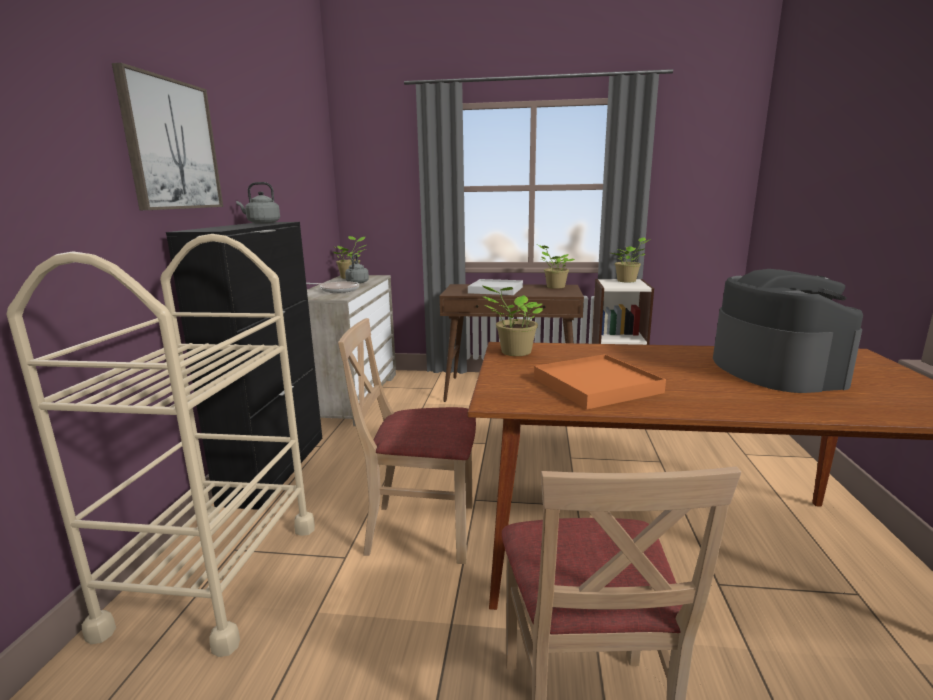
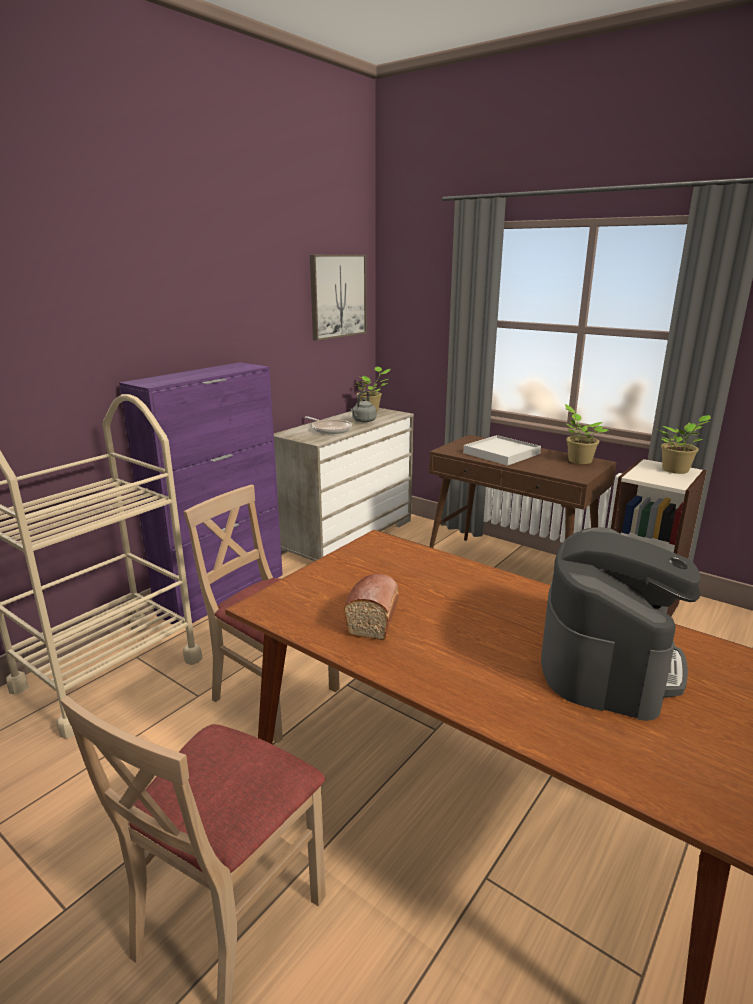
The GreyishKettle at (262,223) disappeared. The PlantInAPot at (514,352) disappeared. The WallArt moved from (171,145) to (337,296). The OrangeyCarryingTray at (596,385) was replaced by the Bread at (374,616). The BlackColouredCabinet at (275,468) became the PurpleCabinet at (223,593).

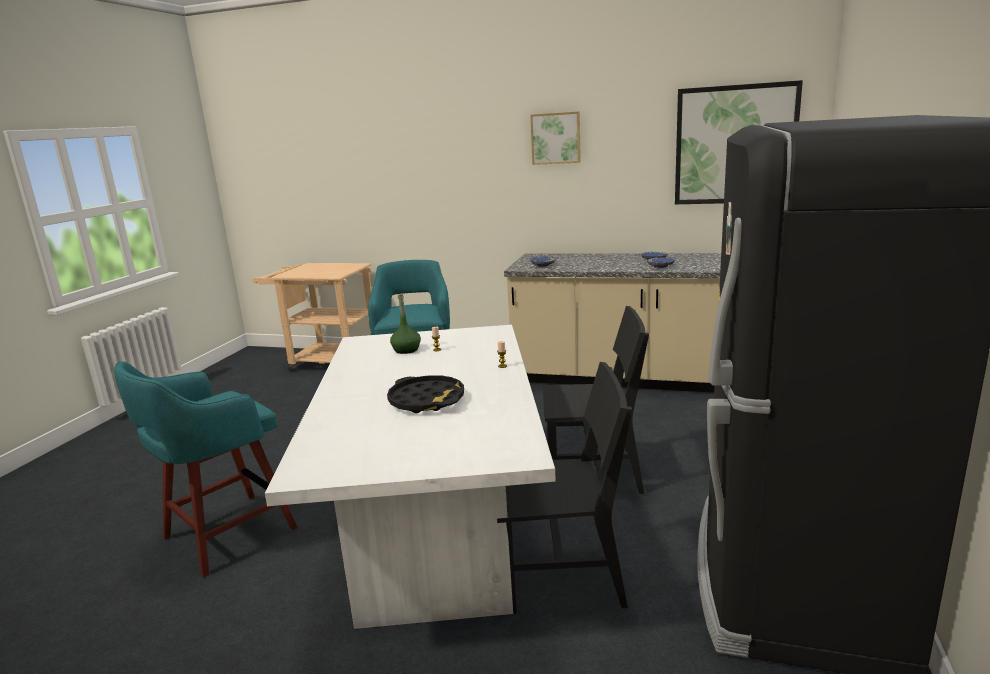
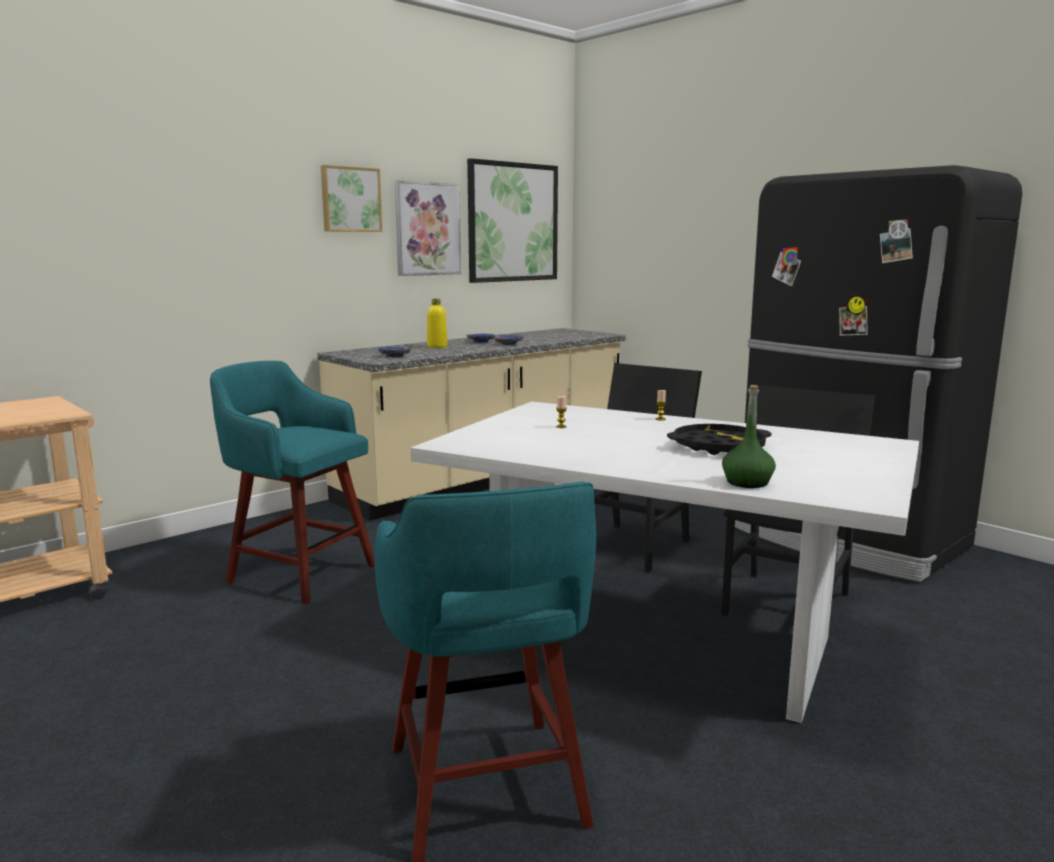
The WallArt at (427,229) appeared. The YellowColouredBeverageBottle at (437,346) appeared. The GreenBeverageBottle moved from (406,350) to (747,482).

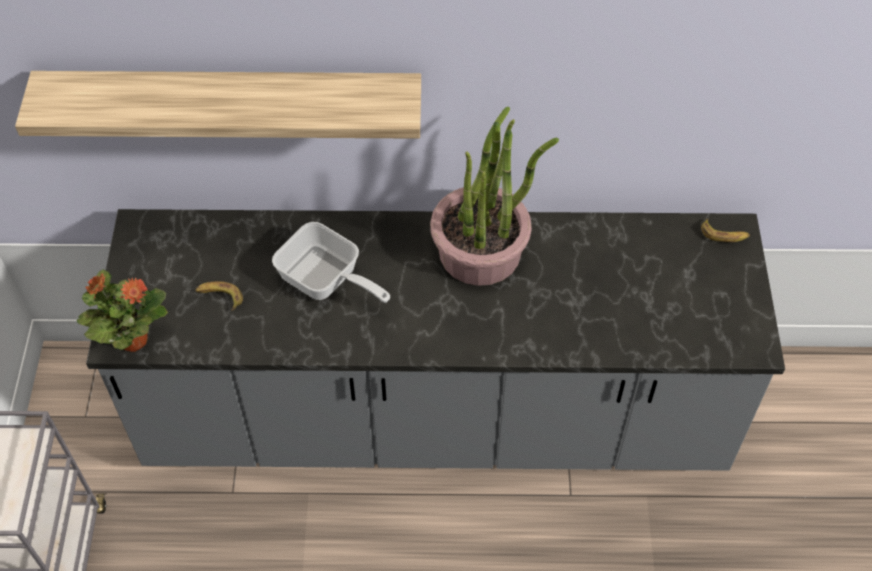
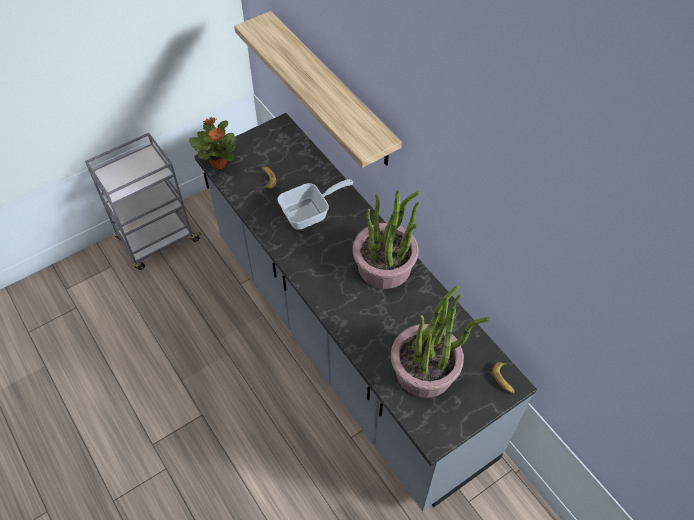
The PlantInAPot at (425,371) appeared. The FryingPan at (326,281) turned 120 degrees counterclockwise.

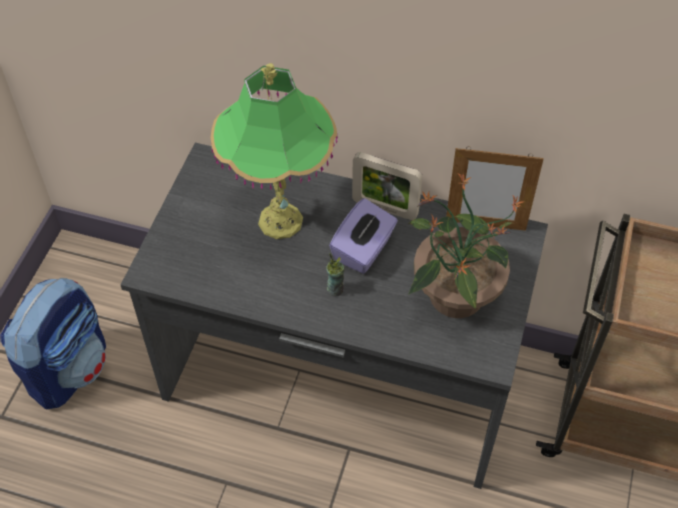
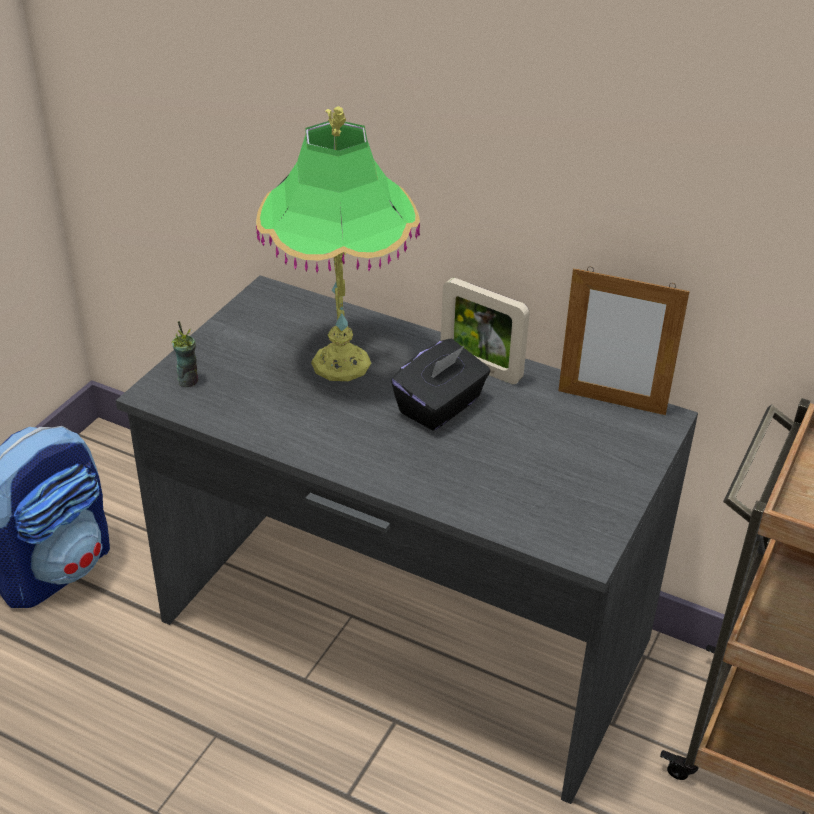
The PlantInAPot at (454,296) disappeared. The DrinkingCup moved from (335,289) to (188,380). The PurpleTissueBox at (363,250) became the BlackColouredTissueBox at (440,407).

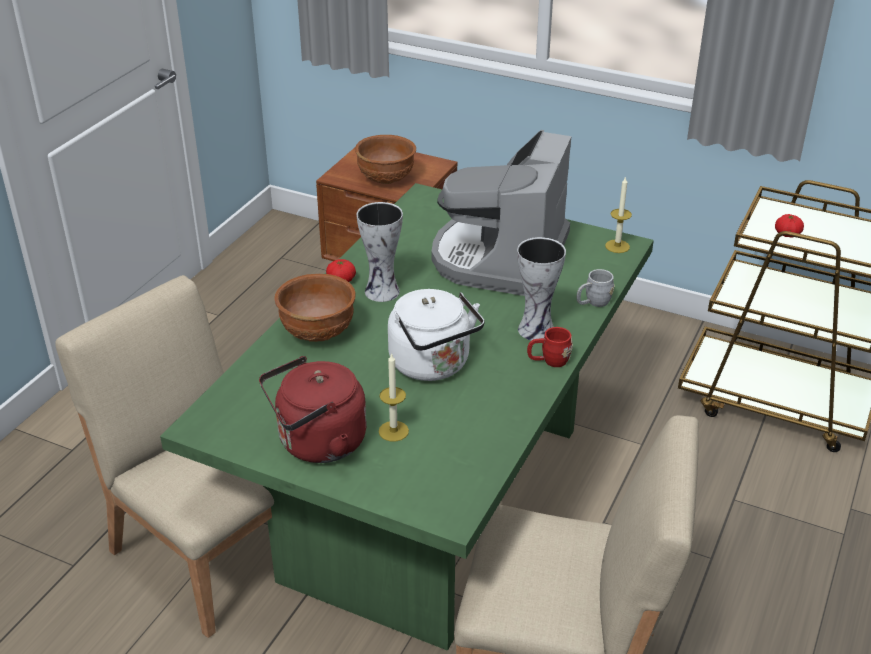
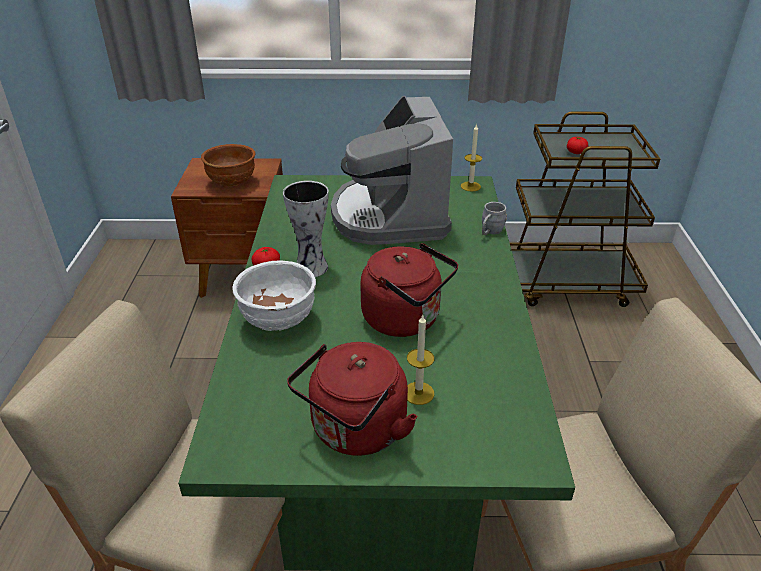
The Vase at (538,329) disappeared. The RedCoffeeMug at (549,361) disappeared. The BrownDeepDish at (319,333) became the WhitishDeepDish at (279,320). The WhitishKettle at (433,365) became the RedKettle at (406,319).

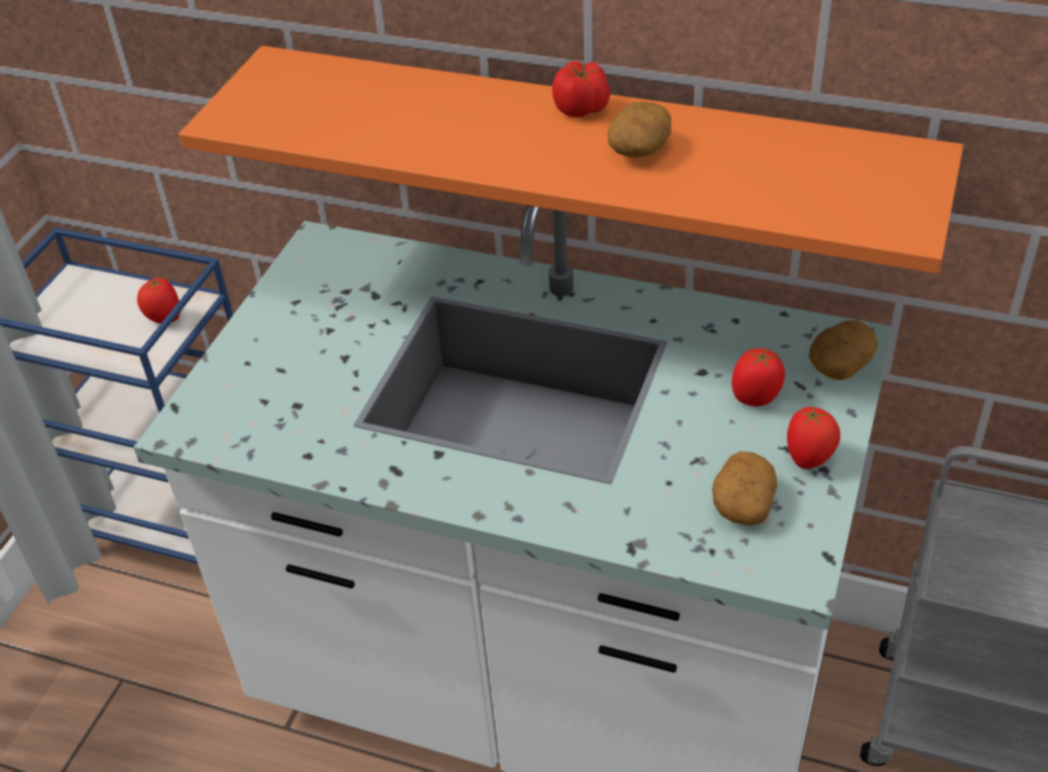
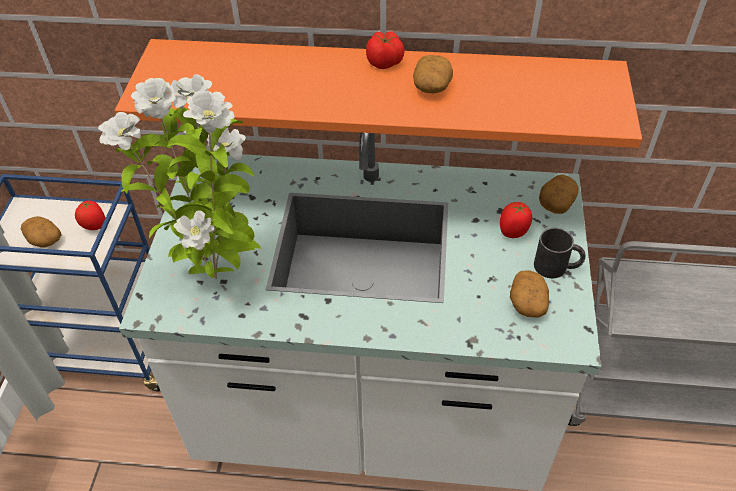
The Spud at (44,239) appeared. The PlantInAPot at (217,275) appeared. The Tomato at (809,458) was replaced by the BlackColouredCoffeeMug at (557,267).

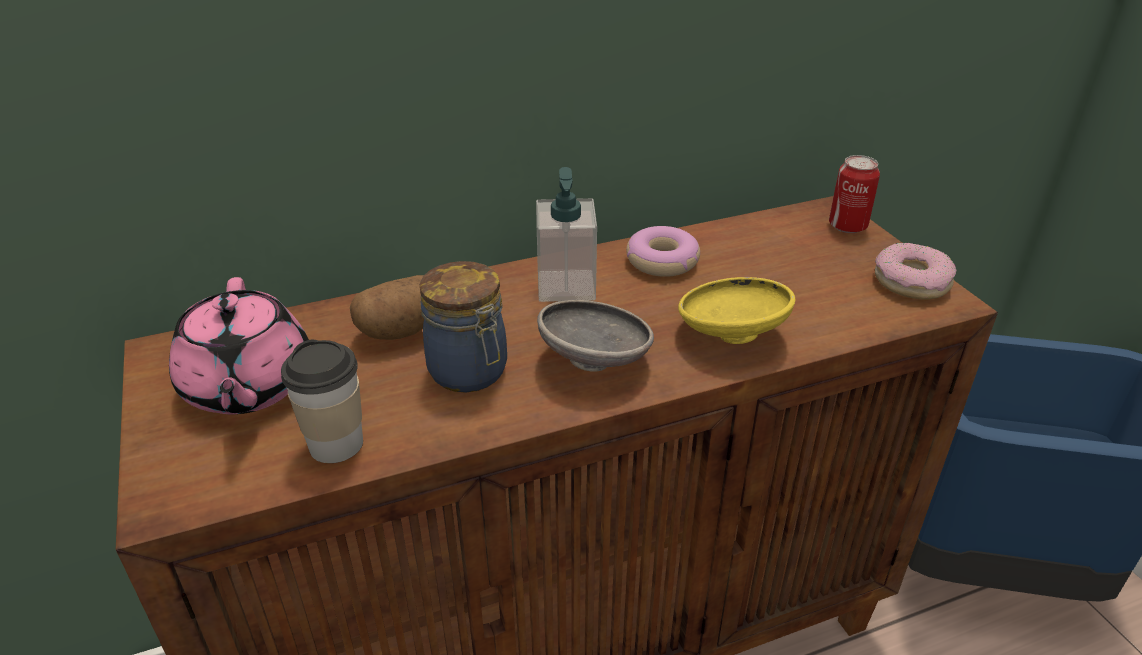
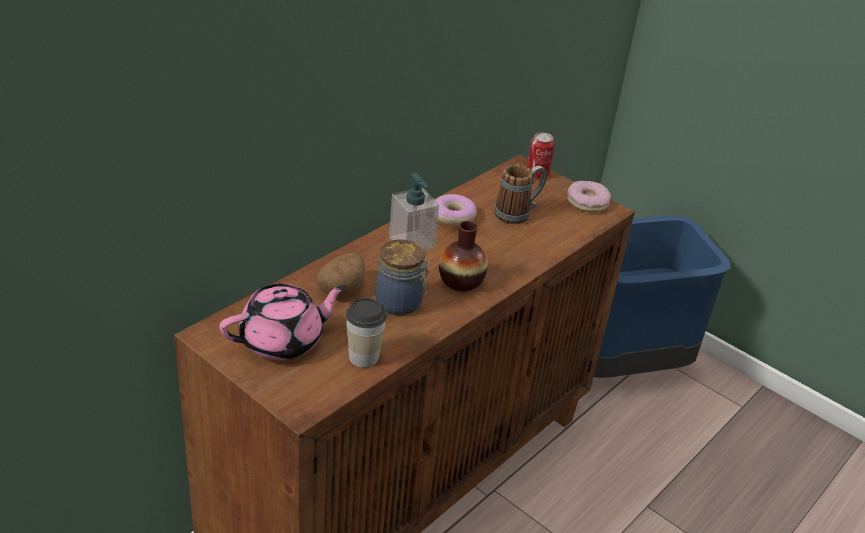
The YellowColouredDeepDish at (730,333) disappeared. The CoffeeMug at (518,213) appeared. The GreyishDeepDish at (596,360) was replaced by the Vase at (461,281). The PinkPotForTea at (248,386) turned 75 degrees counterclockwise.

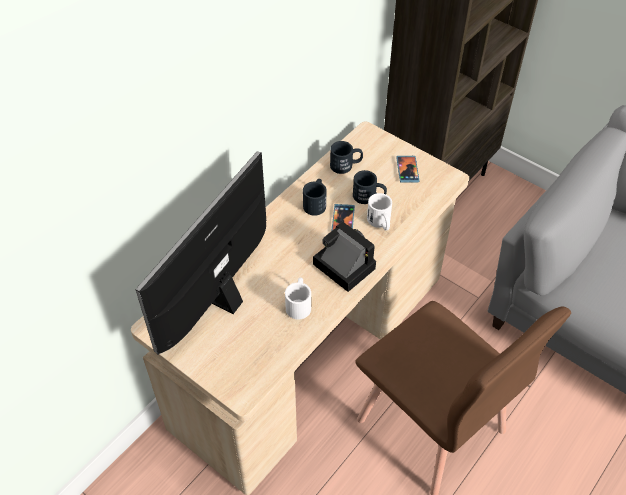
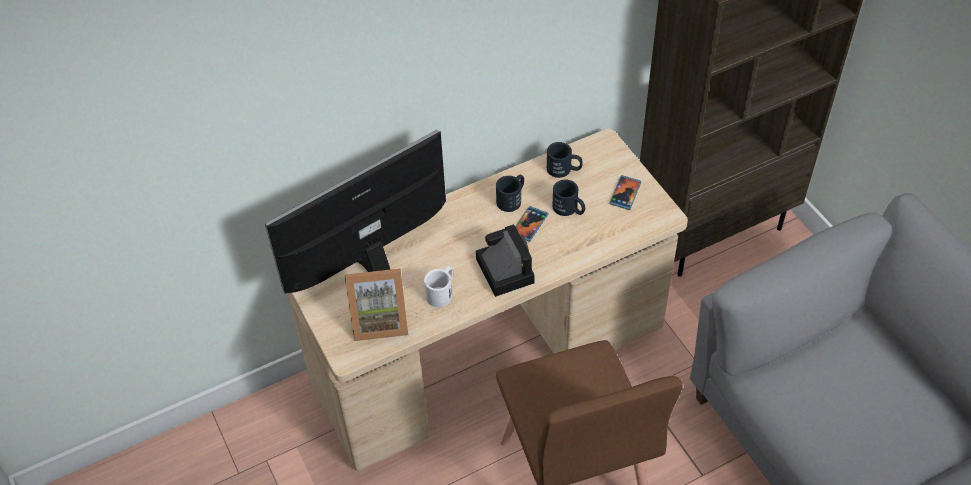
The WhitishCoffeeMug at (380,222) disappeared. The PictureFrame at (379,320) appeared.

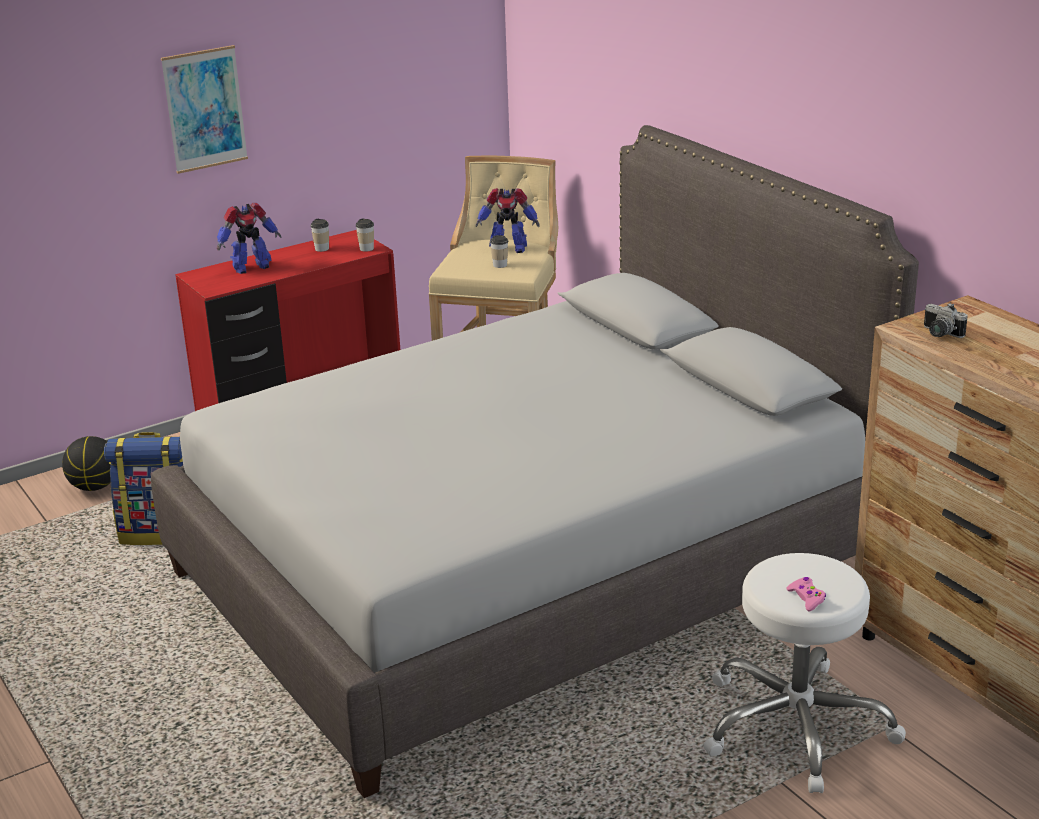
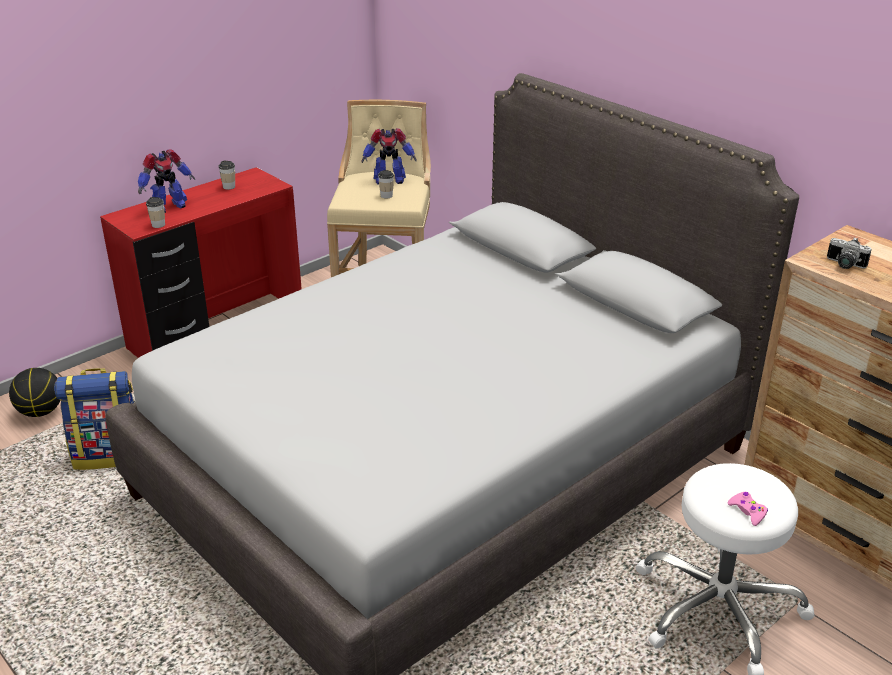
The WallArt at (205,109) disappeared. The DrinkingCup moved from (366,249) to (158,225).

